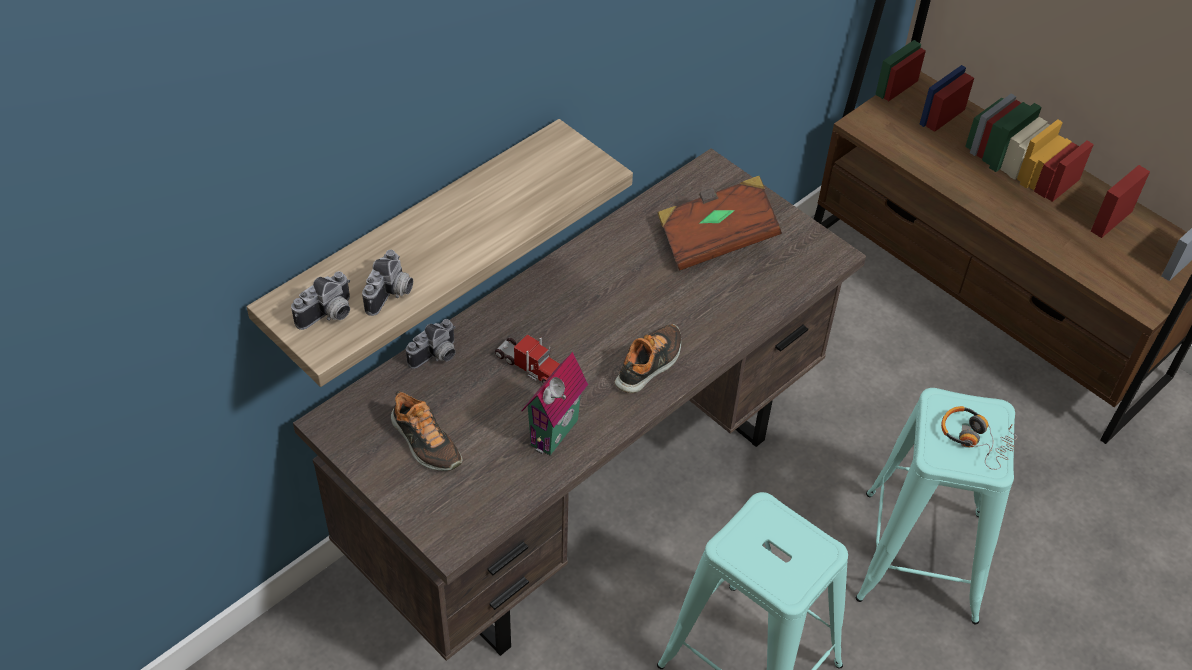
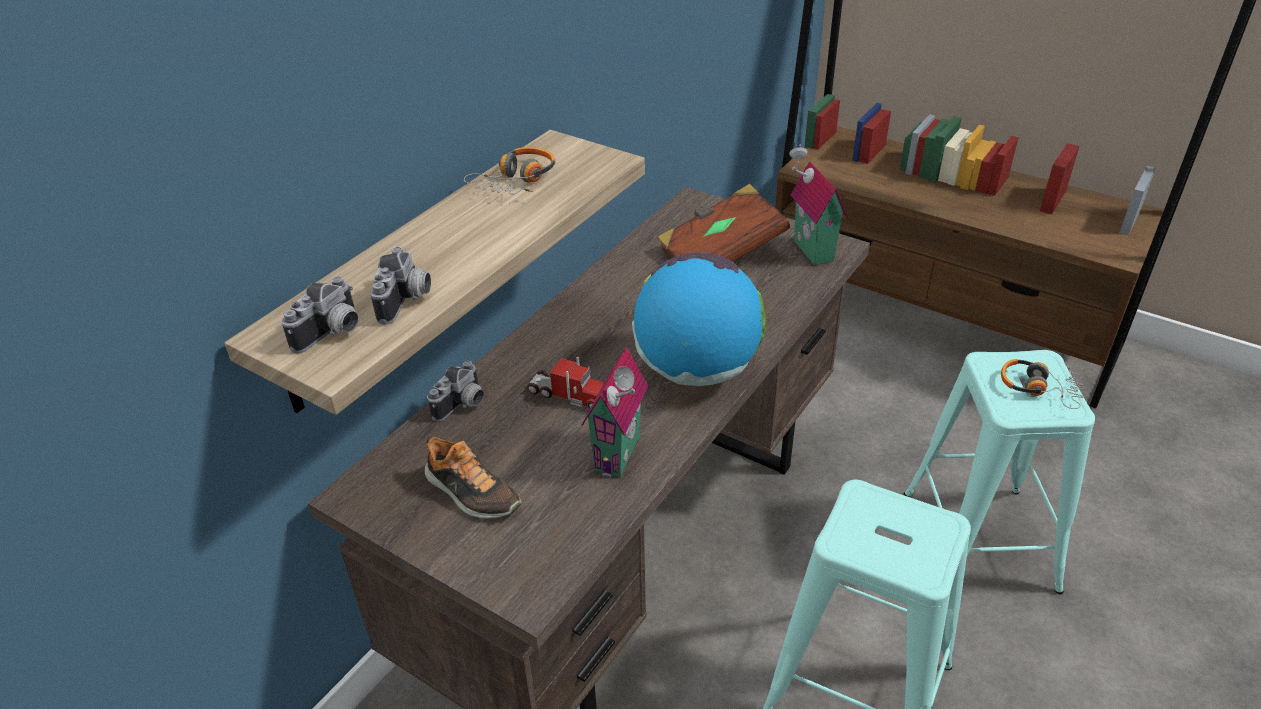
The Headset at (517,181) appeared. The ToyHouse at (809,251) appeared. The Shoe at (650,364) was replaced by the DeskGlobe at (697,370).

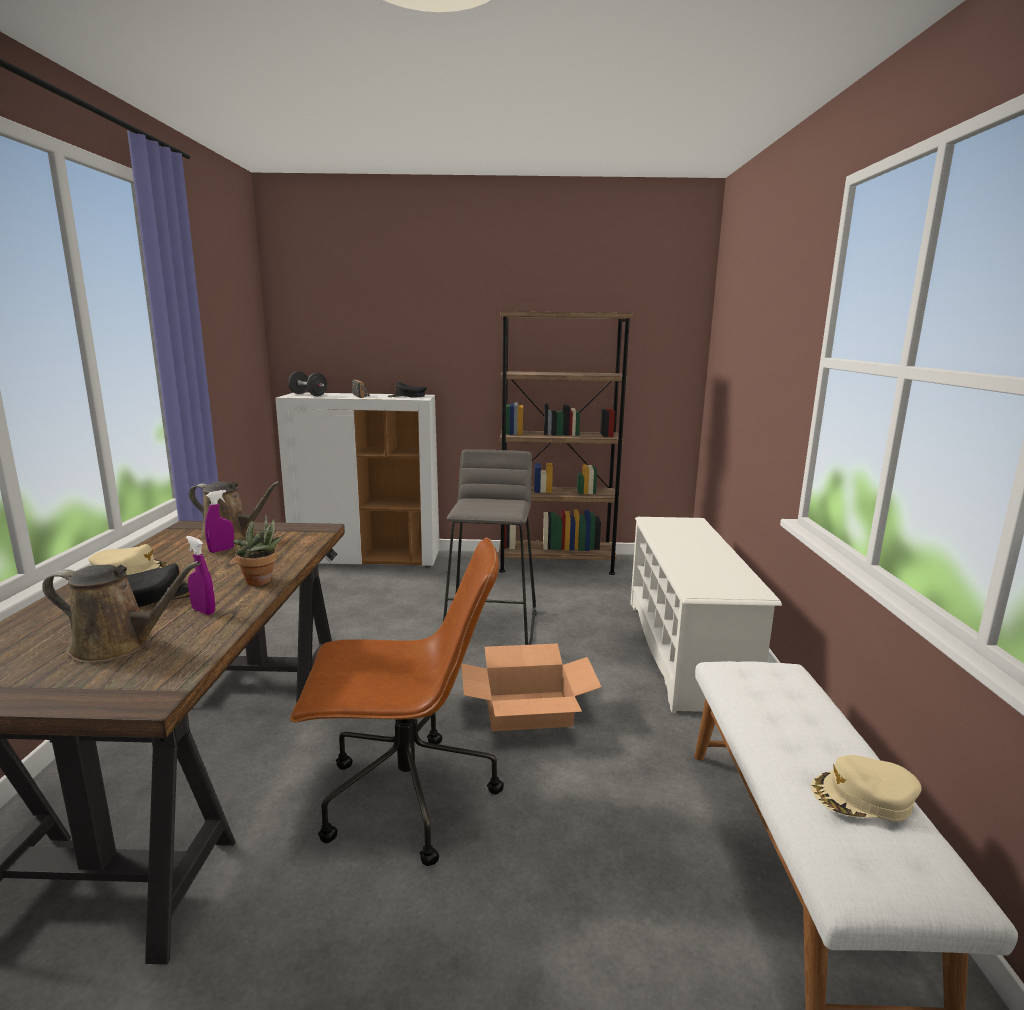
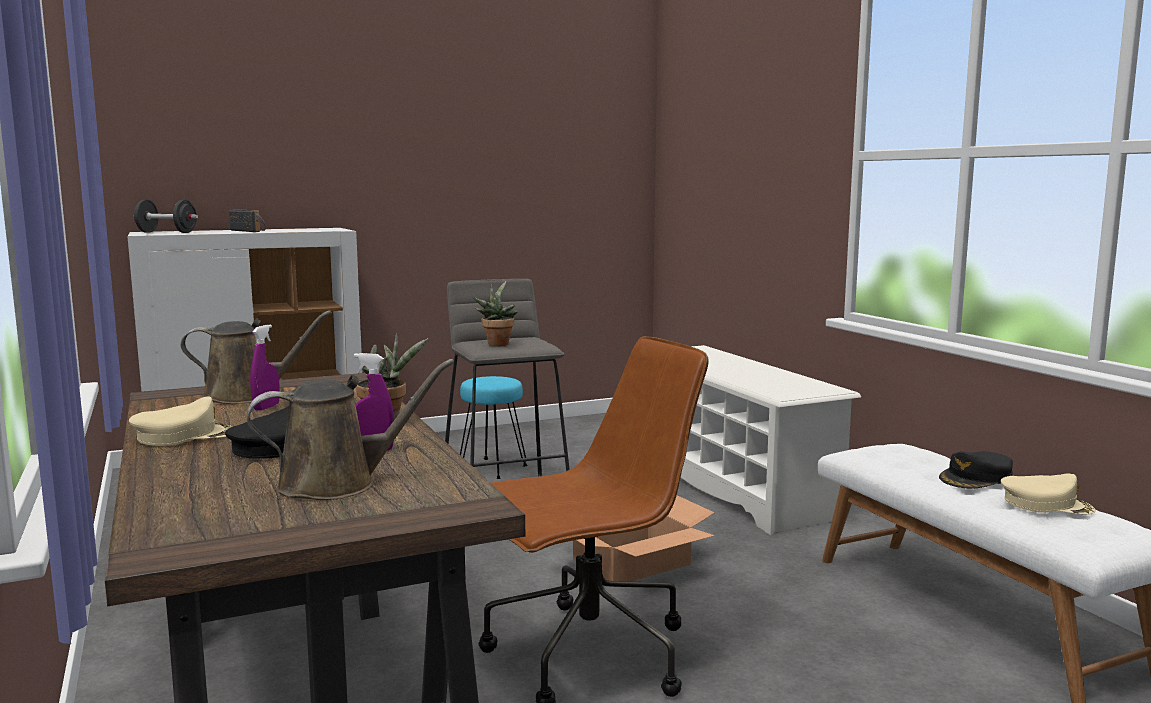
The BrownBookshelf at (556,564) disappeared. The TurquoiseSittingStool at (493,468) appeared. The PlantInAPot at (497,344) appeared. The BlackColouredPeakedCap moved from (407,396) to (976,478). The BeigeColouredPeakedCap at (863,797) turned 135 degrees counterclockwise.

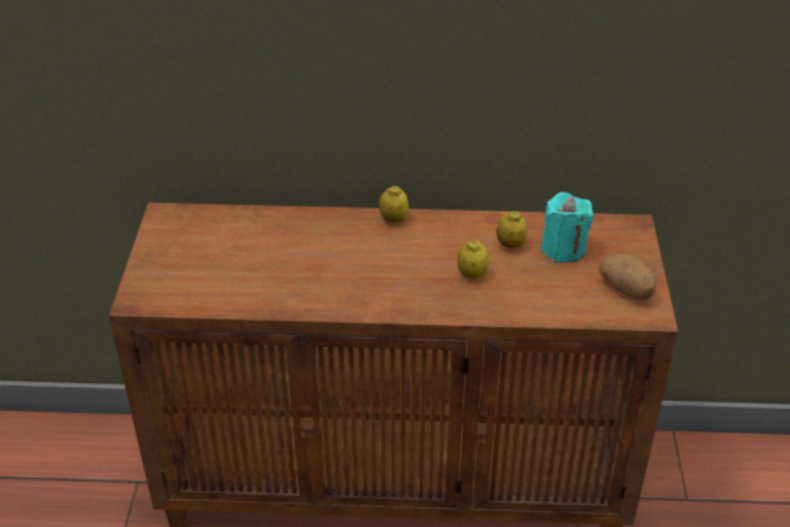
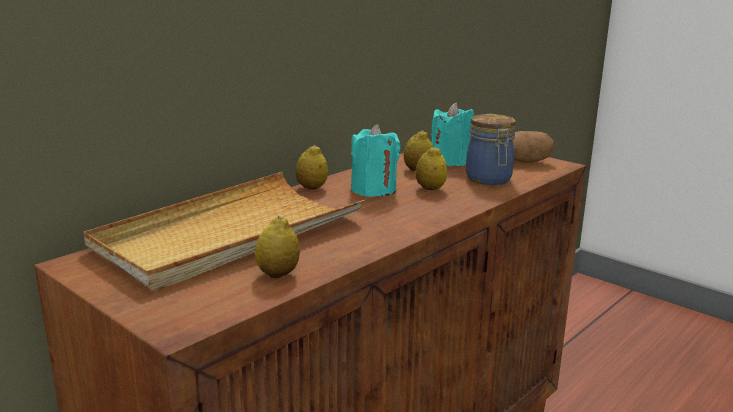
The BeigeColouredCarryingTray at (229,235) appeared. The WholeLemon at (278,274) appeared. The TurquoiseCandle at (373,190) appeared. The PreserveJar at (489,180) appeared.

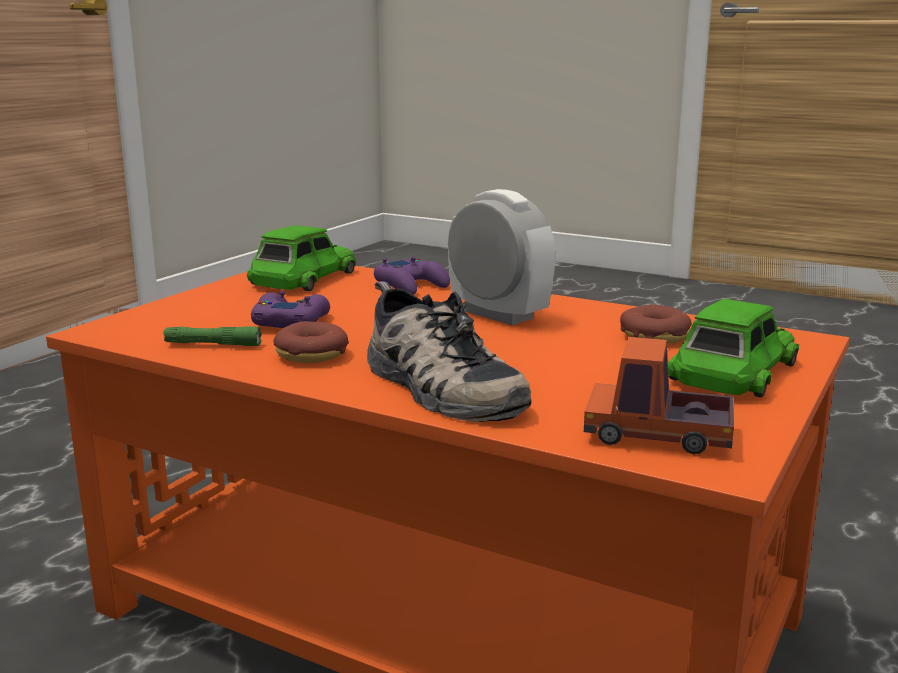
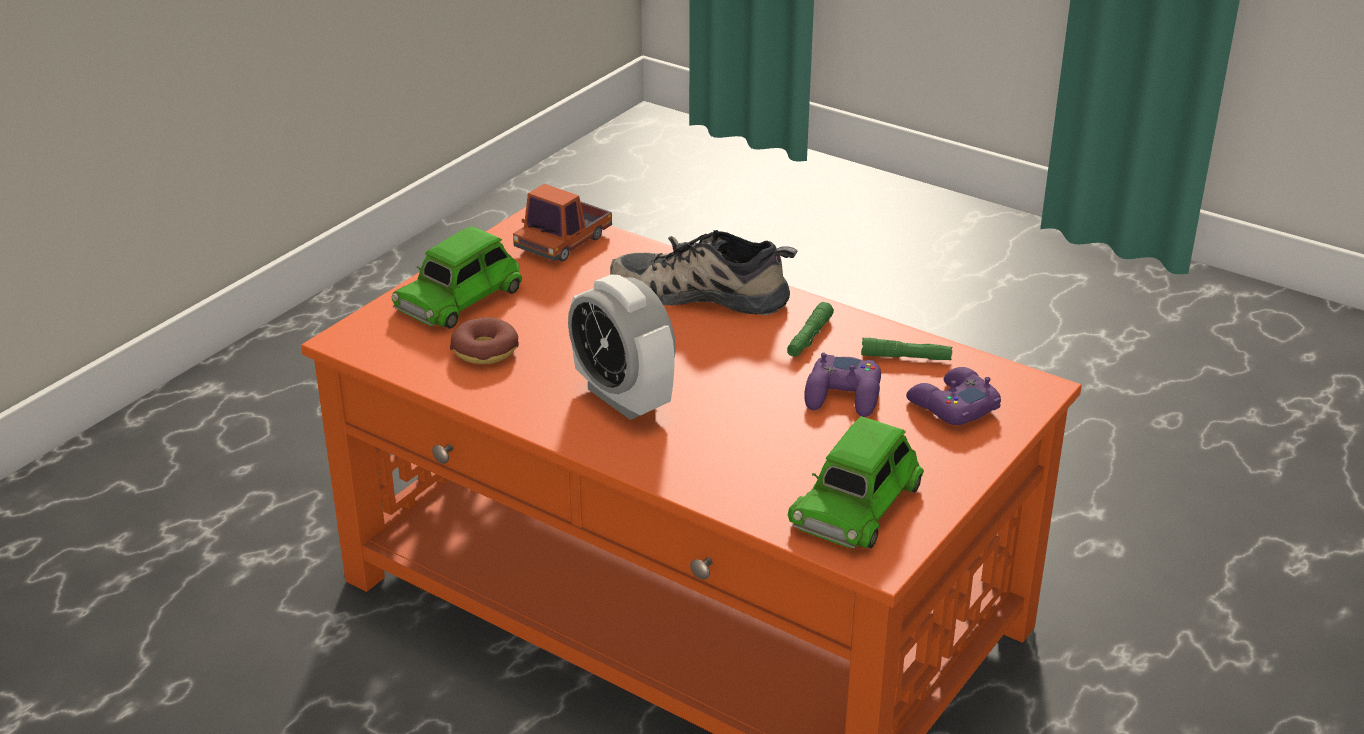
The PurpleGamepad moved from (411,285) to (952,406). The Doughnut at (311,355) was replaced by the GreenFlashlight at (809,337). The Shoe at (436,387) turned 45 degrees counterclockwise. The ToyTruck at (658,434) turned 105 degrees clockwise.

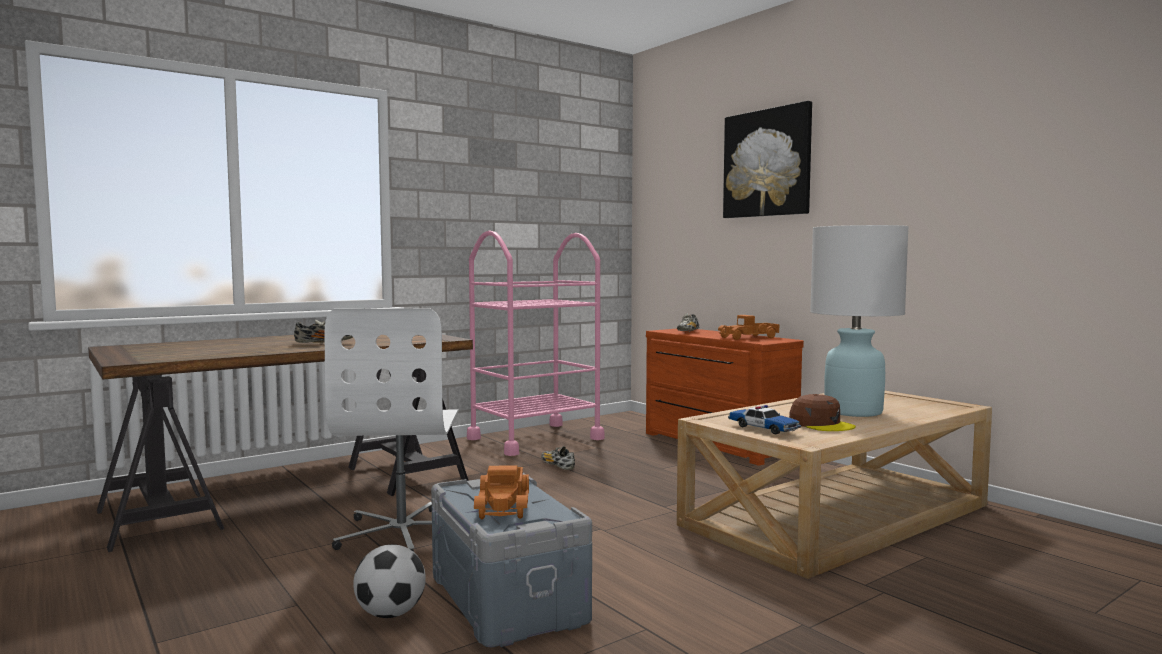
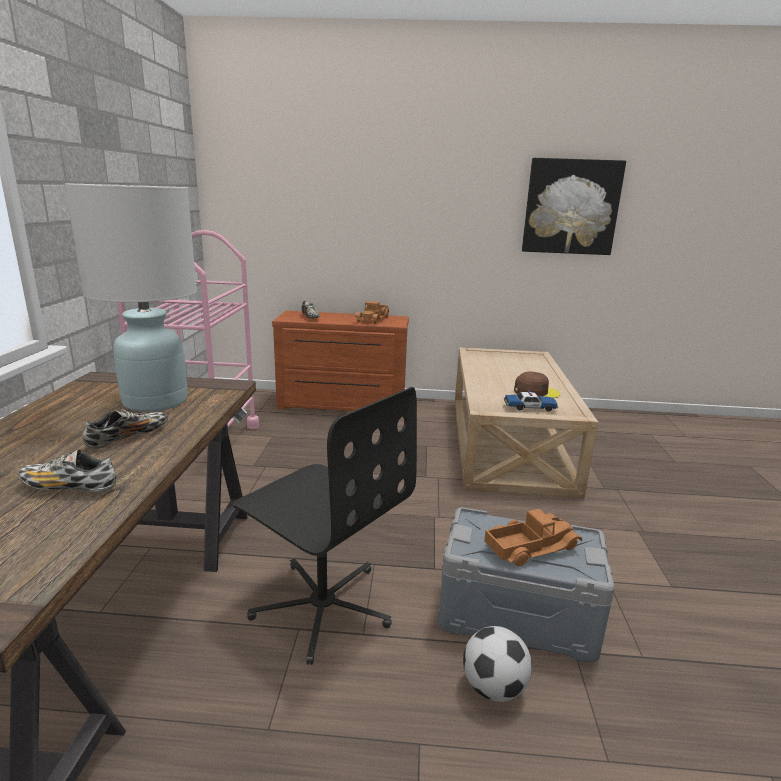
The Shoe moved from (557,466) to (69,488). The WallArt moved from (767,163) to (571,207). The WhitishTableLamp moved from (853,411) to (156,401). The WhitishOfficeChair at (403,533) became the BlackColouredOfficeChair at (323,605). The ToyTruck at (505,504) turned 60 degrees counterclockwise.

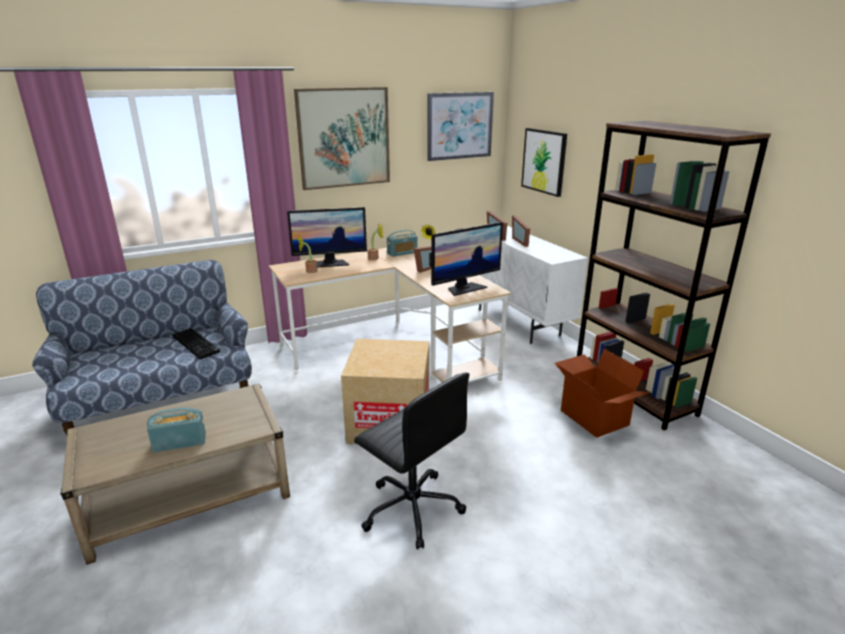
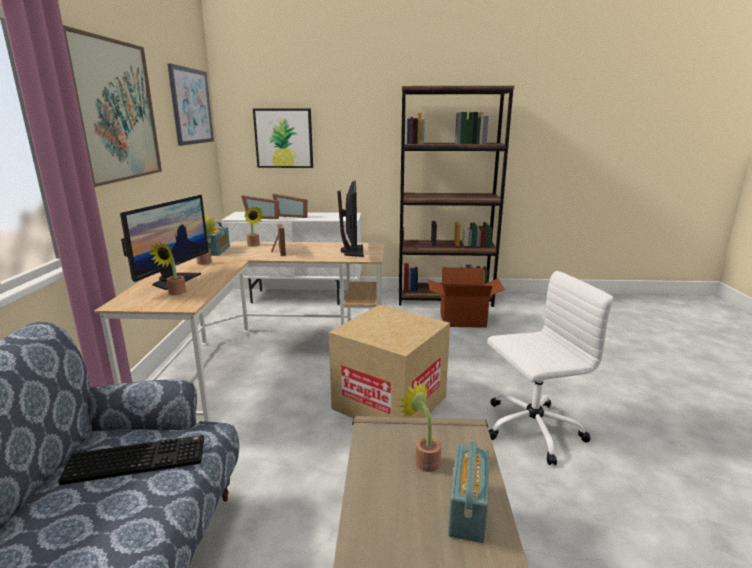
The PlantInAPot at (423,460) appeared. The BlackColouredOfficeChair at (411,508) became the WhitishOfficeChair at (530,429).

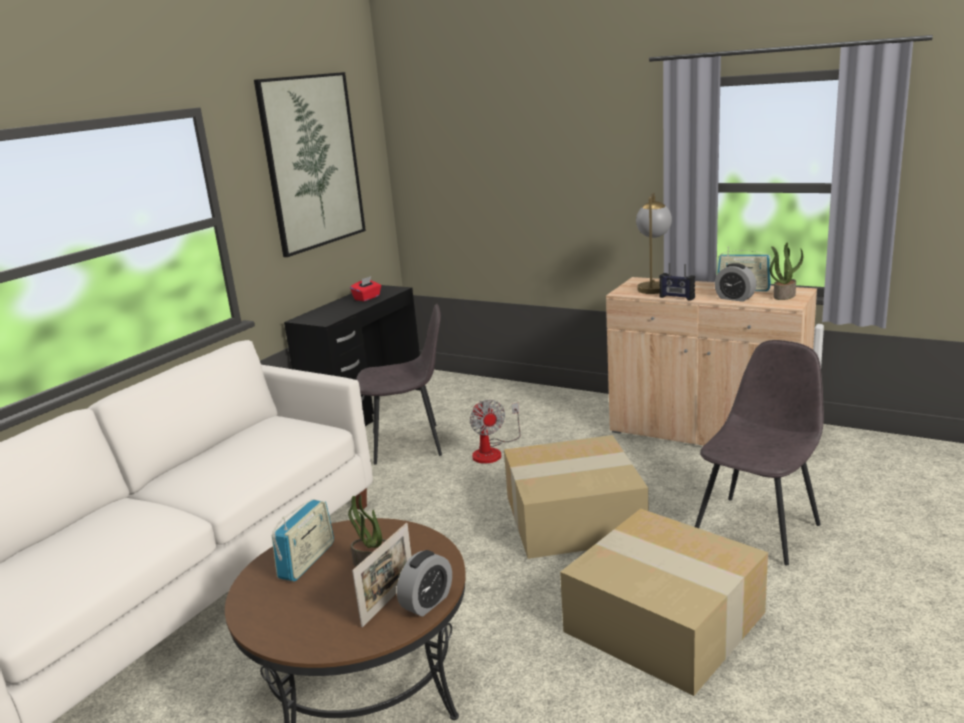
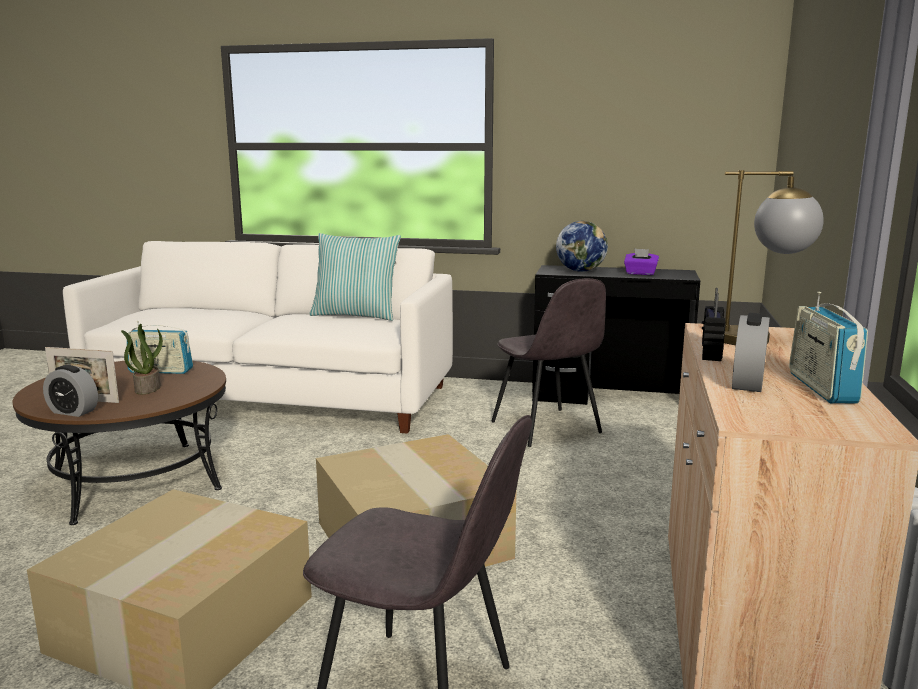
The WallArt at (312,162) disappeared. The ElectricFan at (492,451) disappeared. The PlantInAPot at (784,296) disappeared. The ThrowPillow at (356,315) appeared. The DeskGlobe at (580,271) appeared. The RedTissueBox at (367,298) became the PurpleTissueBox at (640,273).

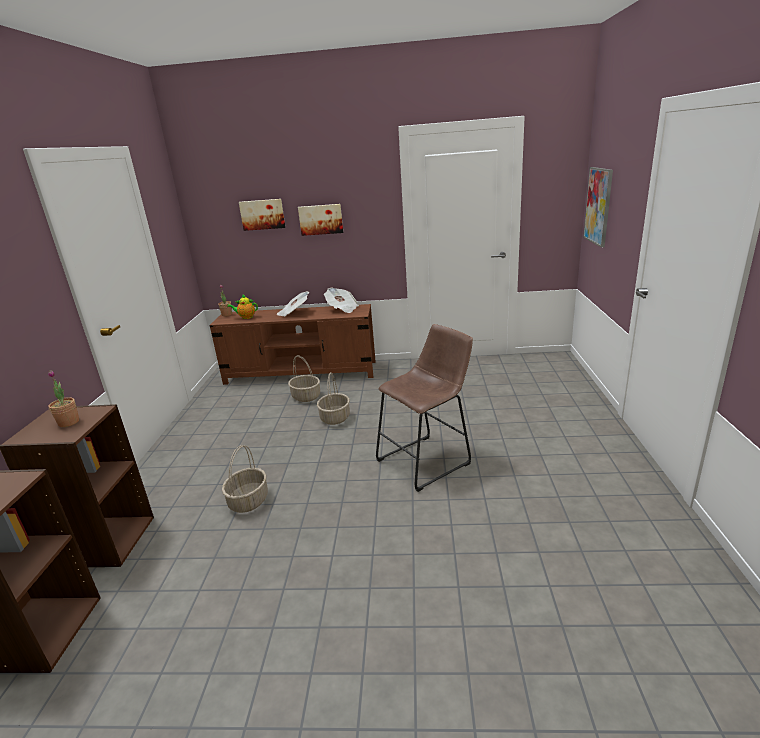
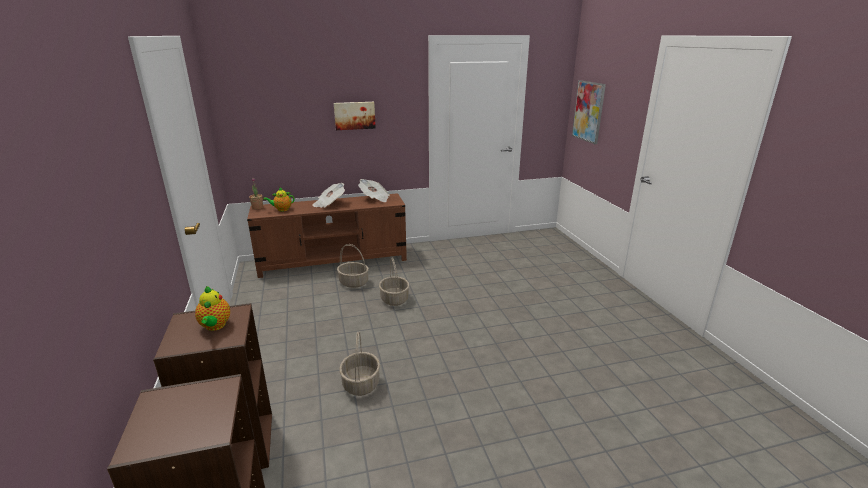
The WallArt at (262,214) disappeared. The BrownSittingStool at (428,460) disappeared. The PlantInAPot at (69,422) was replaced by the PotForTea at (215,326).

